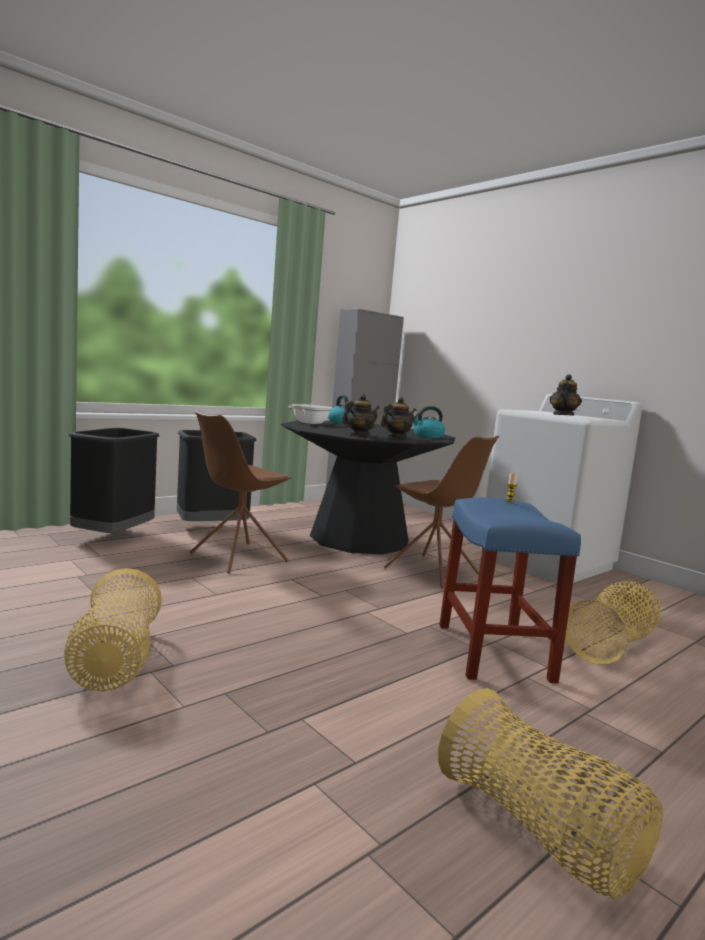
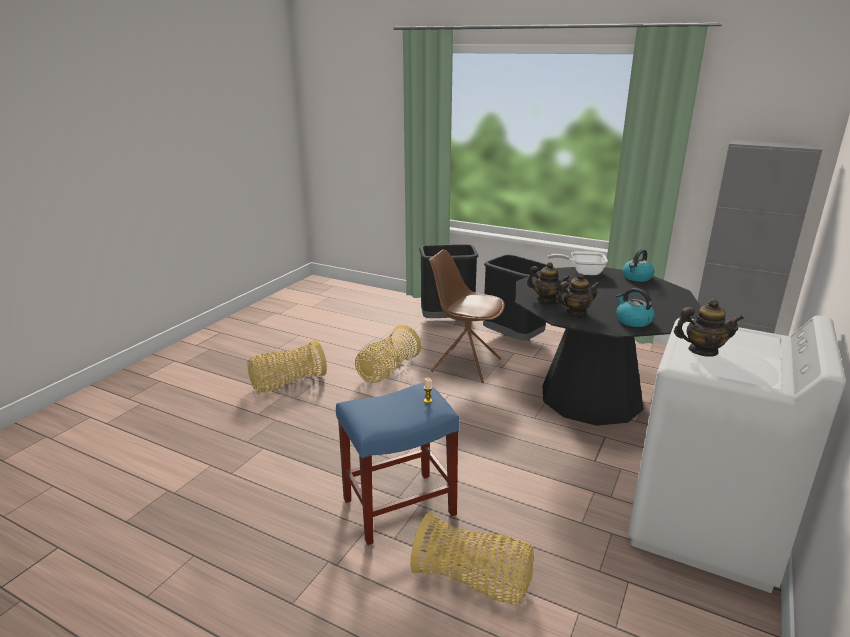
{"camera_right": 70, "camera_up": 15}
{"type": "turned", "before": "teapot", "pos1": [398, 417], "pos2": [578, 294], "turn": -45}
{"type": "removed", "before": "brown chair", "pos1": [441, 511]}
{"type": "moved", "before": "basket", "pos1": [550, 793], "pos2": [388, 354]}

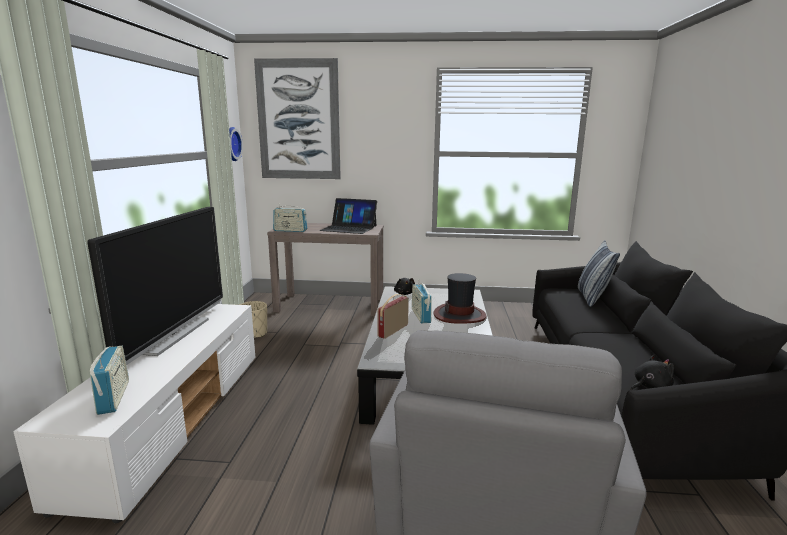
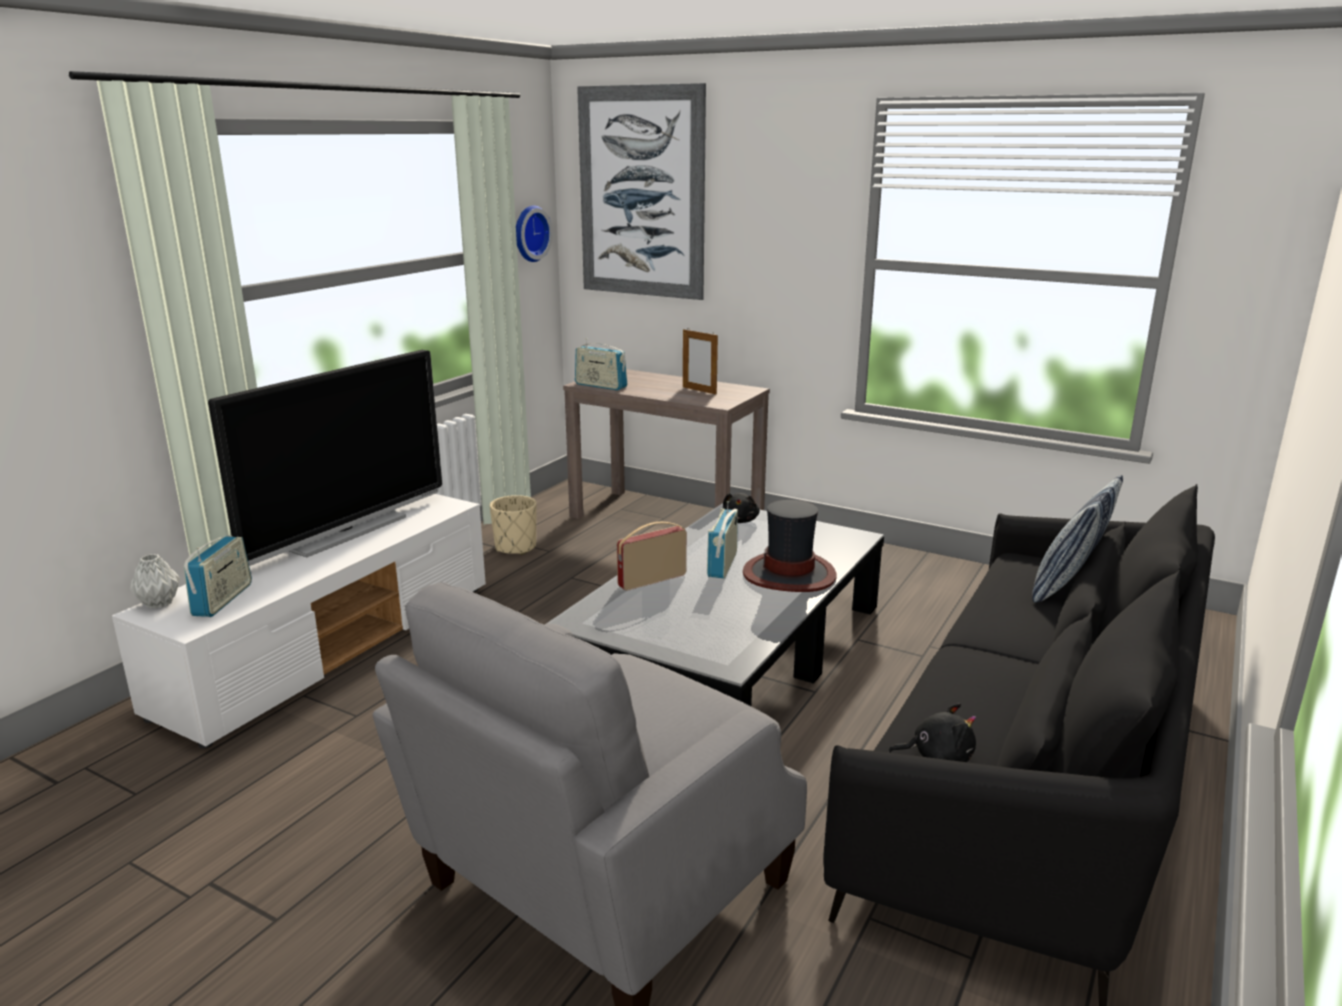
{"camera_right": 25, "camera_up": 5}
{"type": "replaced", "before": "laptop", "after": "picture frame", "pos1": [348, 216], "pos2": [700, 362]}
{"type": "added", "after": "grey vase", "pos2": [155, 581]}

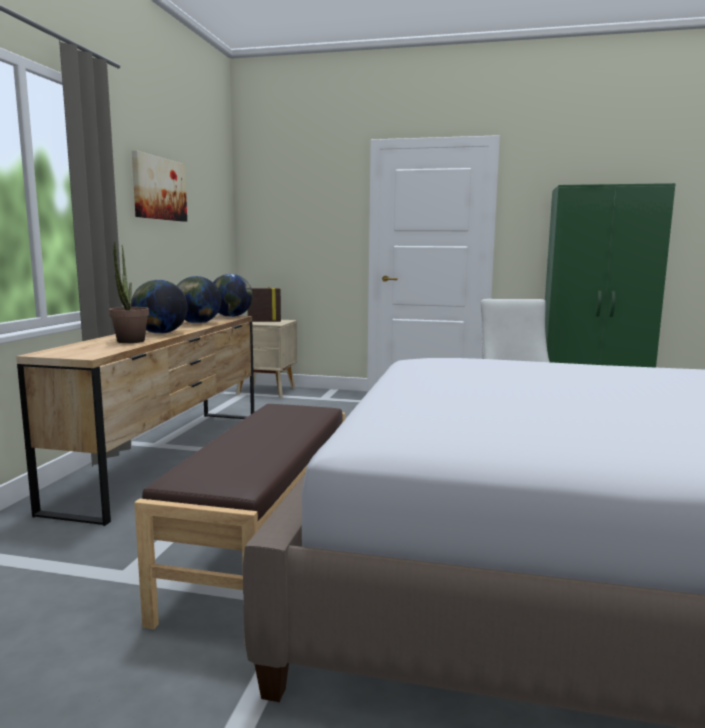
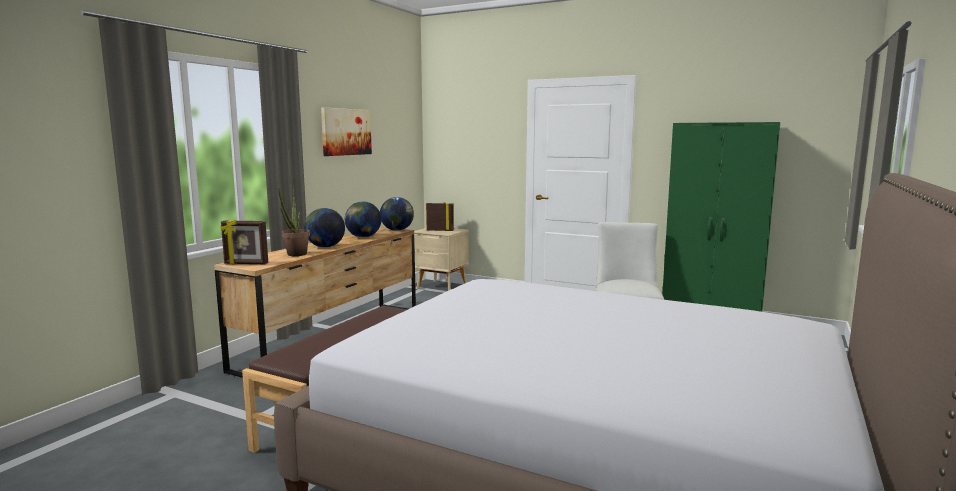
{"camera_right": 15, "camera_up": 0}
{"type": "added", "after": "picture frame", "pos2": [244, 242]}

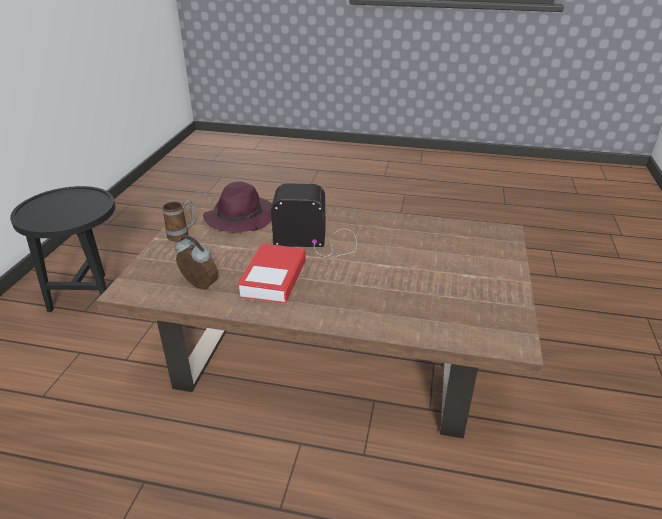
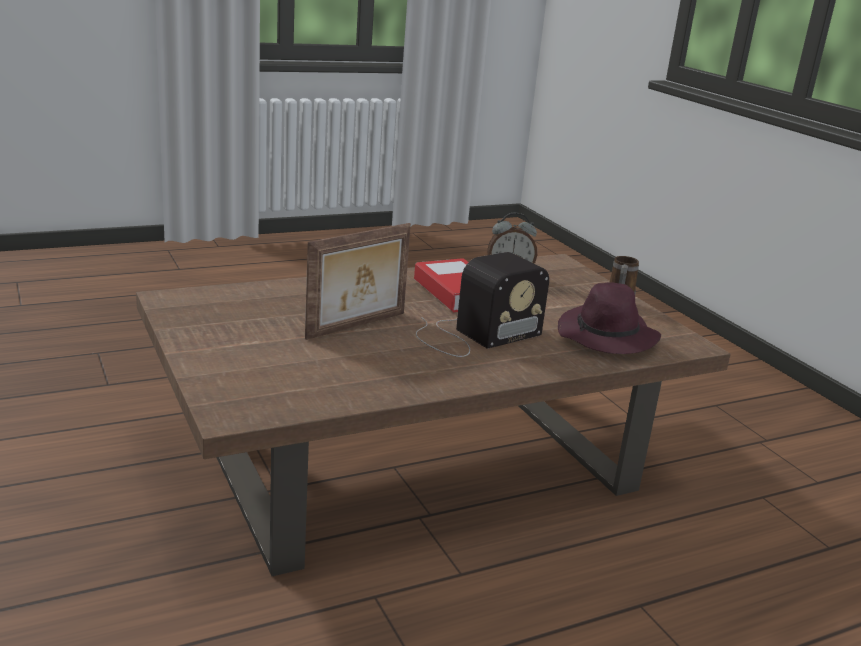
{"camera_right": 140, "camera_up": -10}
{"type": "removed", "before": "black side table", "pos1": [62, 249]}
{"type": "added", "after": "picture frame", "pos2": [358, 281]}

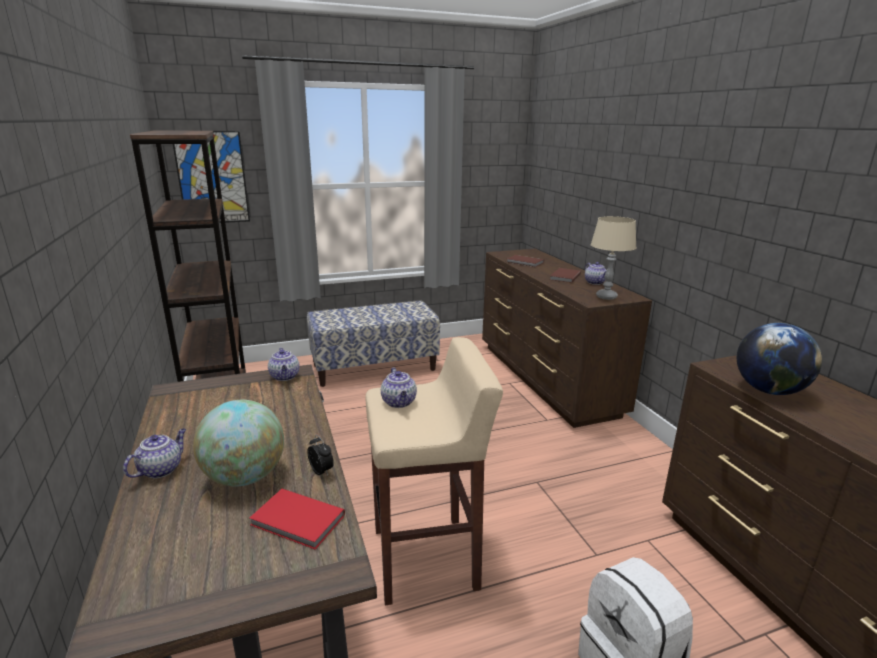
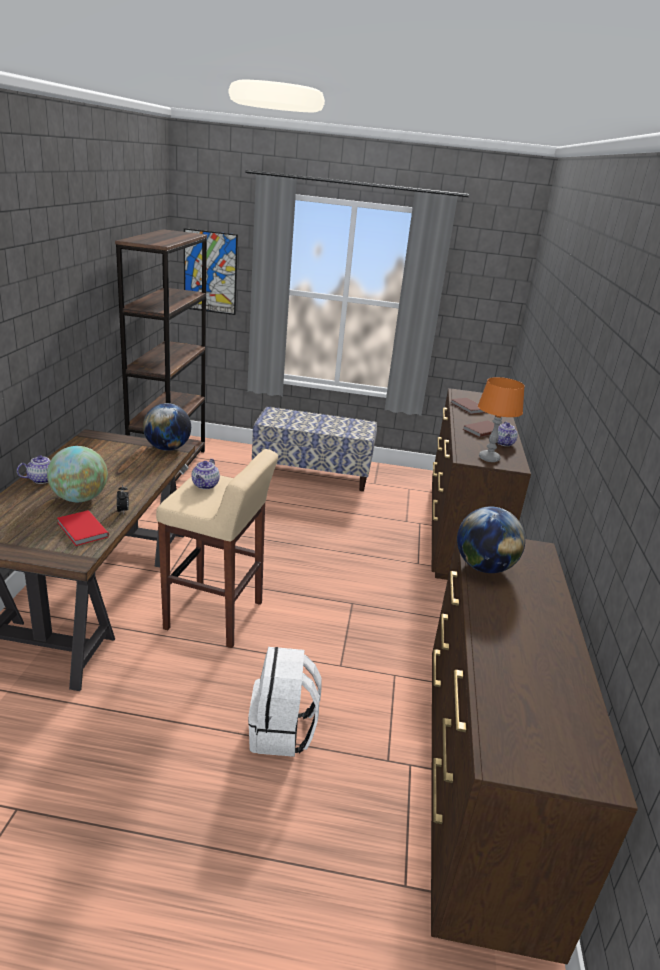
{"camera_right": 25, "camera_up": 5}
{"type": "replaced", "before": "teapot", "after": "globe", "pos1": [284, 364], "pos2": [167, 427]}
{"type": "recoloured", "before": "beige table lamp", "after": "orange table lamp", "pos1": [614, 258], "pos2": [501, 419]}

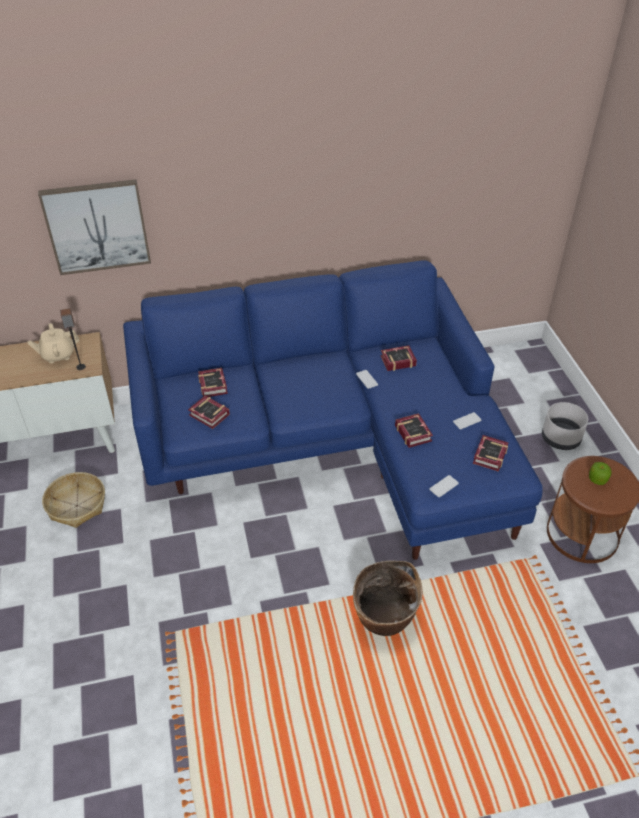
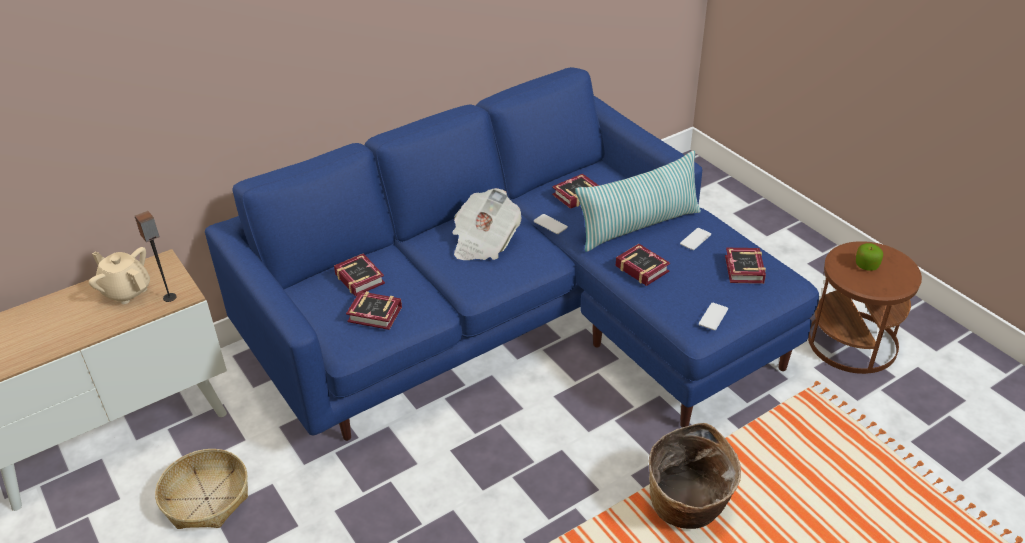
{"camera_right": -20, "camera_up": -5}
{"type": "turned", "before": "beige teapot", "pos1": [53, 343], "pos2": [119, 275], "turn": 75}
{"type": "removed", "before": "picture", "pos1": [94, 227]}
{"type": "removed", "before": "grey planter", "pos1": [565, 426]}
{"type": "added", "after": "newspaper", "pos2": [487, 224]}
{"type": "added", "after": "pillow", "pos2": [638, 201]}

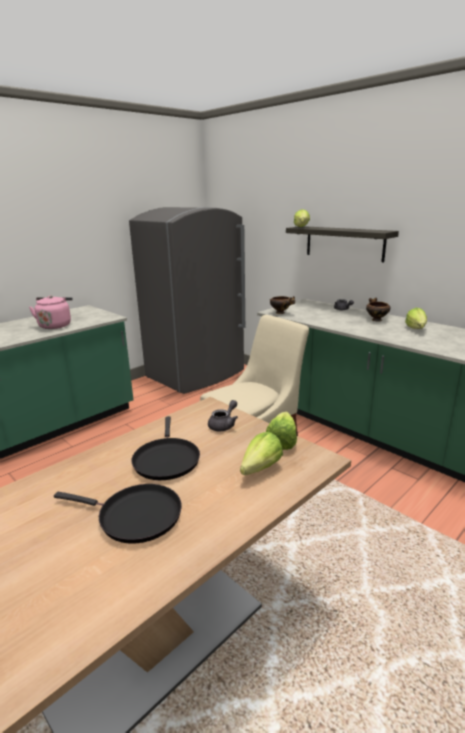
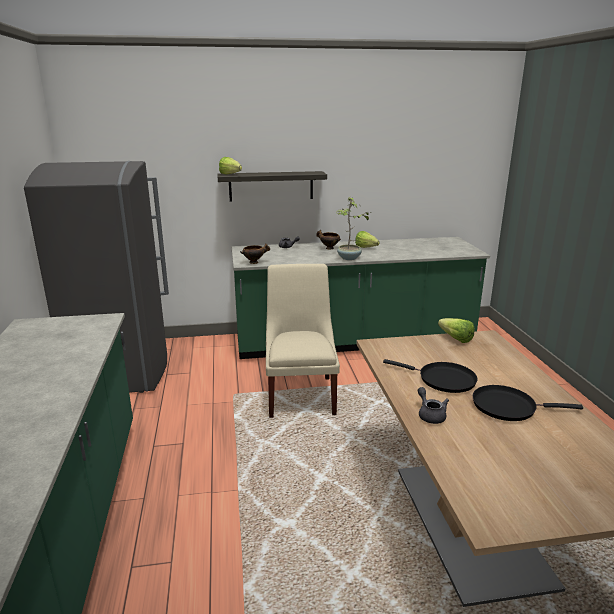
{"camera_right": -55, "camera_up": 0}
{"type": "removed", "before": "pink kettle", "pos1": [51, 312]}
{"type": "turned", "before": "black frying pan", "pos1": [118, 513], "pos2": [528, 403], "turn": -135}
{"type": "moved", "before": "grey teapot", "pos1": [223, 415], "pos2": [433, 405]}
{"type": "removed", "before": "lettuce", "pos1": [261, 453]}
{"type": "added", "after": "potted plant", "pos2": [352, 228]}

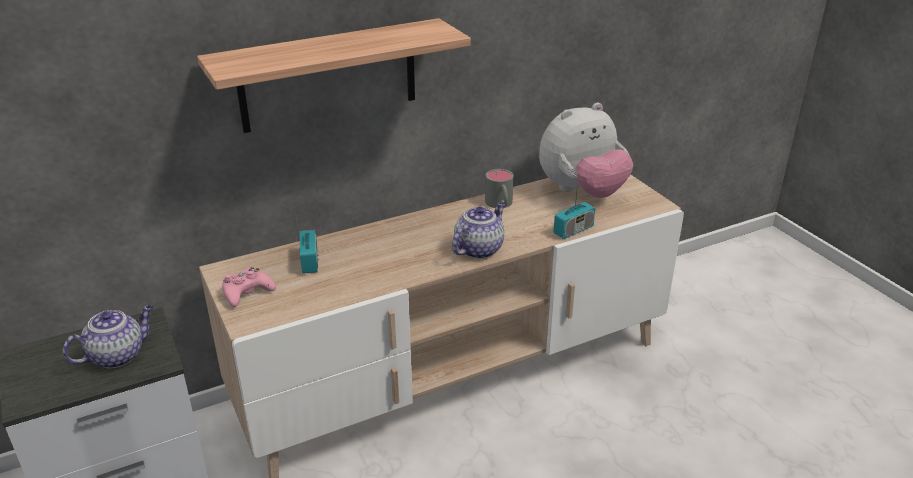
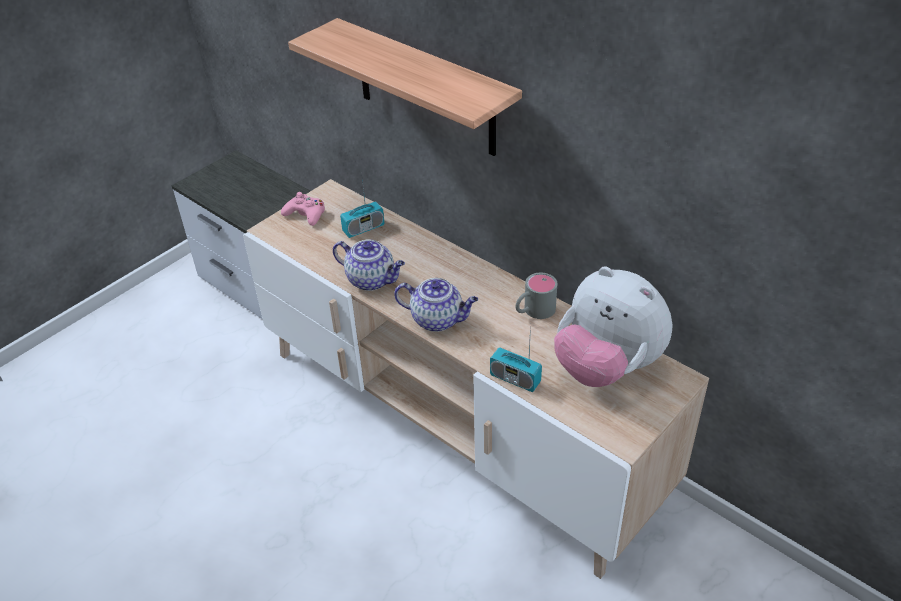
{"camera_right": 70, "camera_up": 10}
{"type": "moved", "before": "teapot", "pos1": [108, 336], "pos2": [369, 265]}

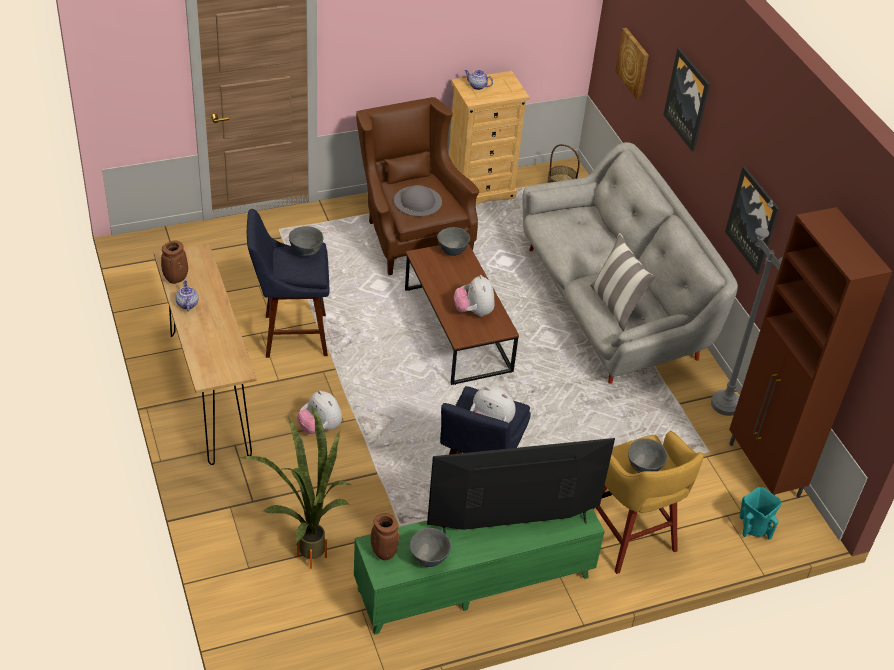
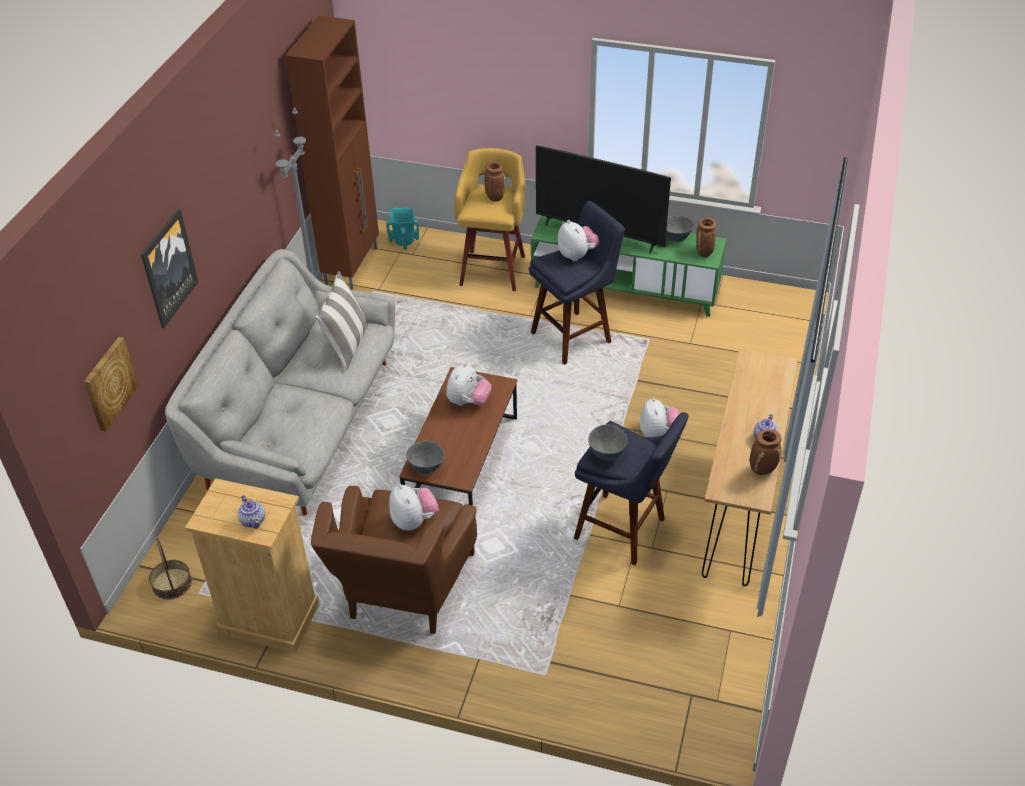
{"camera_right": -140, "camera_up": 0}
{"type": "removed", "before": "potted plant", "pos1": [295, 487]}
{"type": "replaced", "before": "grey hat", "after": "plush toy", "pos1": [418, 201], "pos2": [414, 507]}
{"type": "replaced", "before": "grey bowl", "after": "brown vase", "pos1": [647, 455], "pos2": [494, 182]}
{"type": "removed", "before": "picture", "pos1": [752, 220]}

